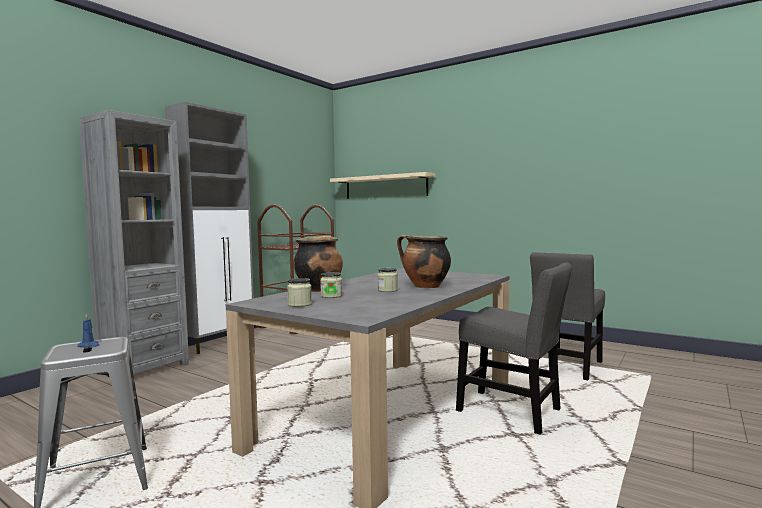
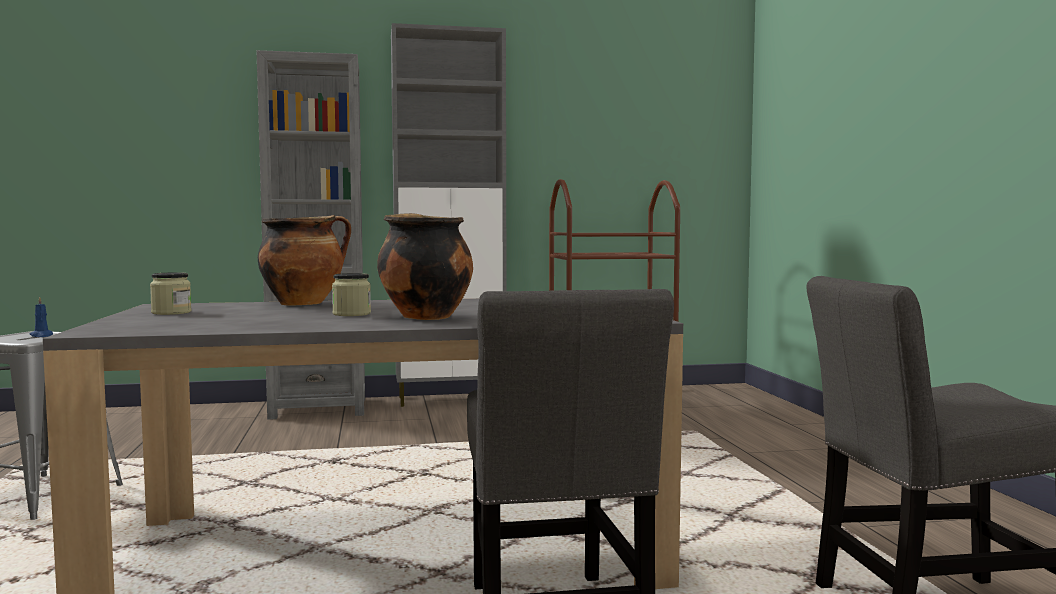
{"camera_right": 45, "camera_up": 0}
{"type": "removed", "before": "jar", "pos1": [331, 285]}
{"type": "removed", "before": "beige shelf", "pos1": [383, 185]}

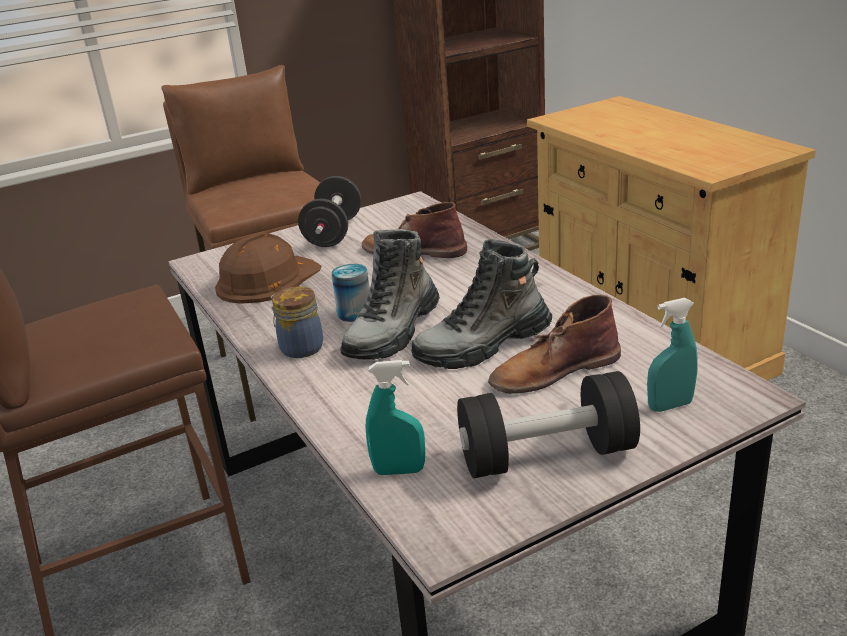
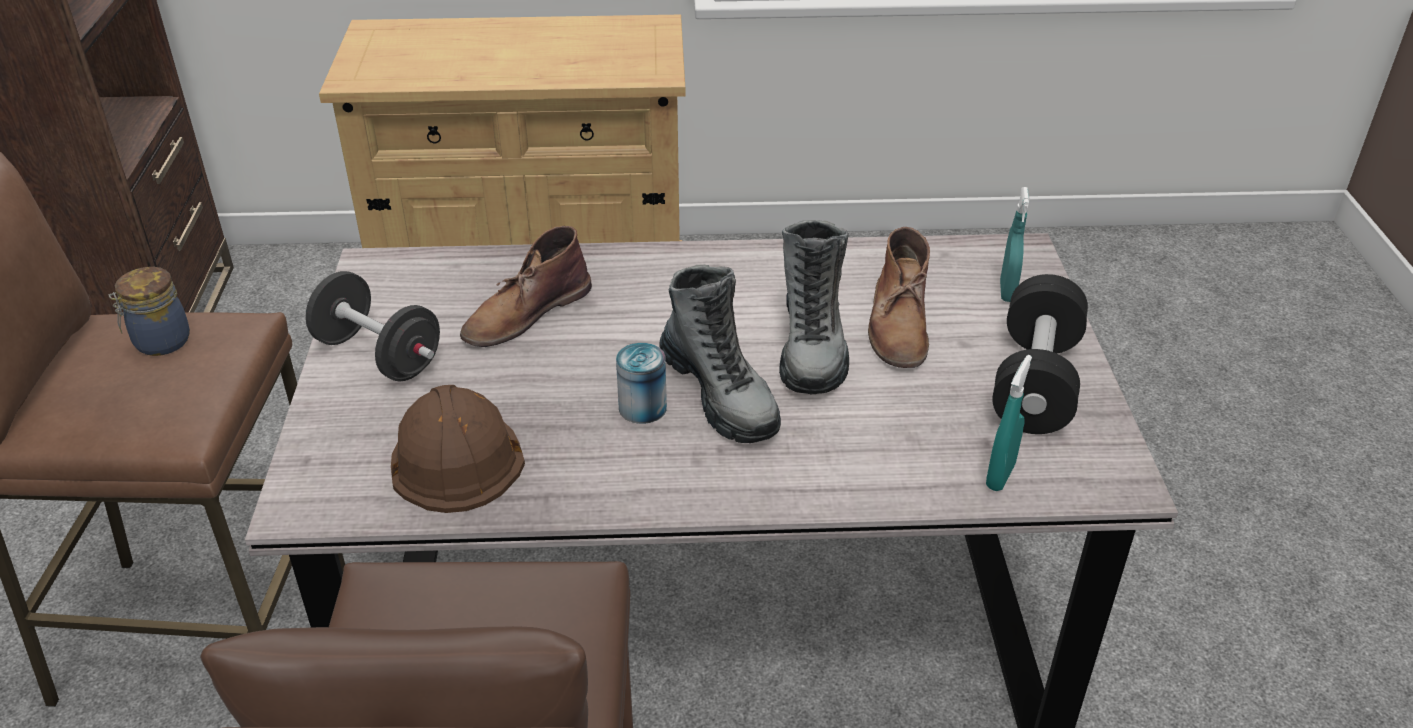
{"camera_right": -65, "camera_up": 10}
{"type": "moved", "before": "jar", "pos1": [296, 322], "pos2": [149, 311]}

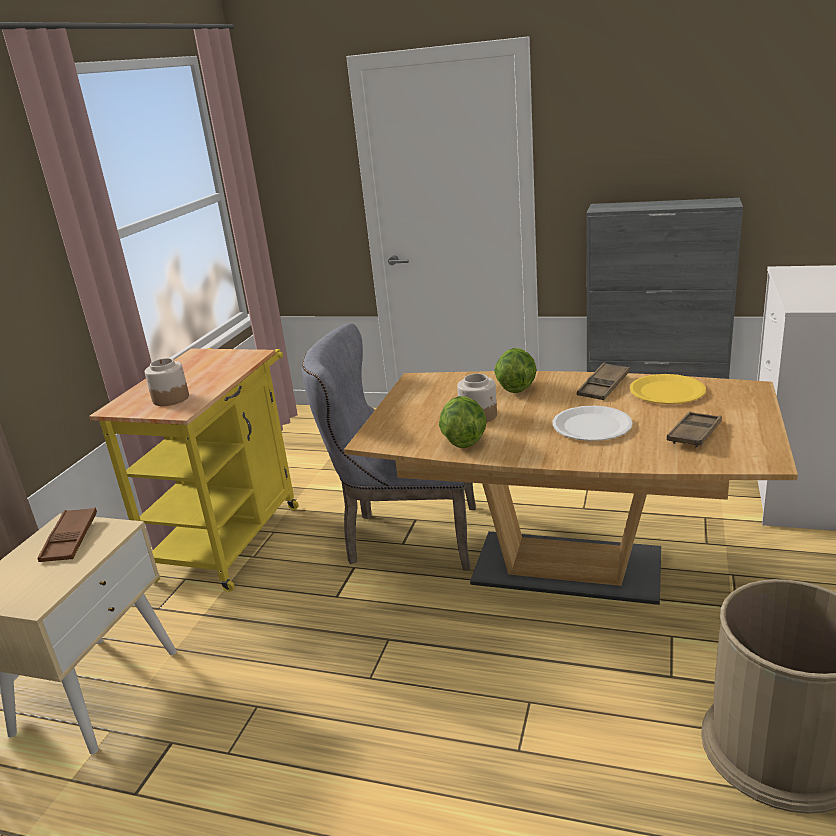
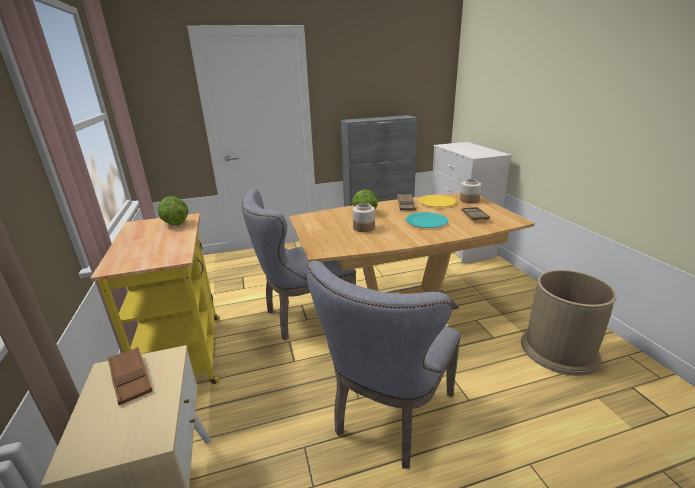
{"camera_right": -35, "camera_up": 0}
{"type": "moved", "before": "jar", "pos1": [167, 382], "pos2": [470, 191]}
{"type": "moved", "before": "lettuce", "pos1": [463, 422], "pos2": [173, 210]}
{"type": "recoloured", "before": "white plate", "after": "turquoise plate", "pos1": [592, 423], "pos2": [427, 220]}
{"type": "added", "after": "grey chair", "pos2": [384, 364]}

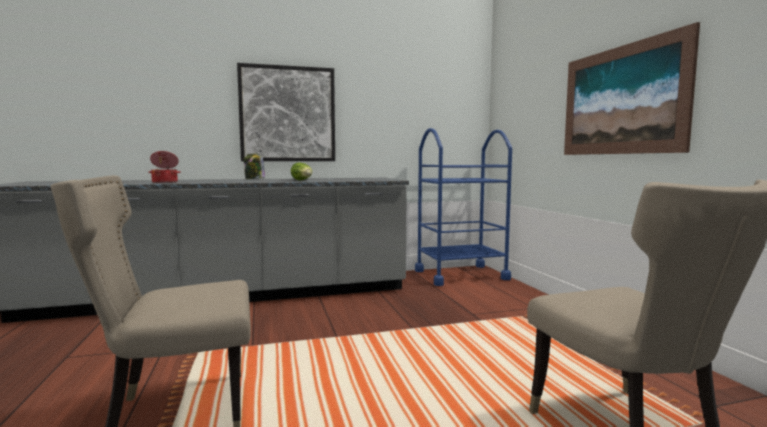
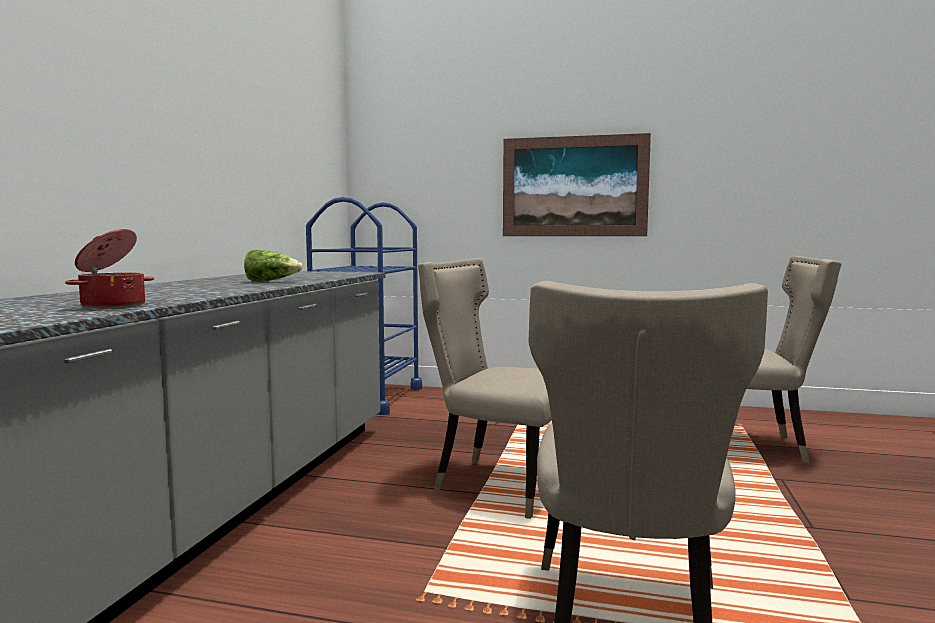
{"camera_right": -60, "camera_up": 0}
{"type": "removed", "before": "picture", "pos1": [286, 112]}
{"type": "removed", "before": "jar", "pos1": [254, 166]}
{"type": "added", "after": "beige chair", "pos2": [485, 388]}

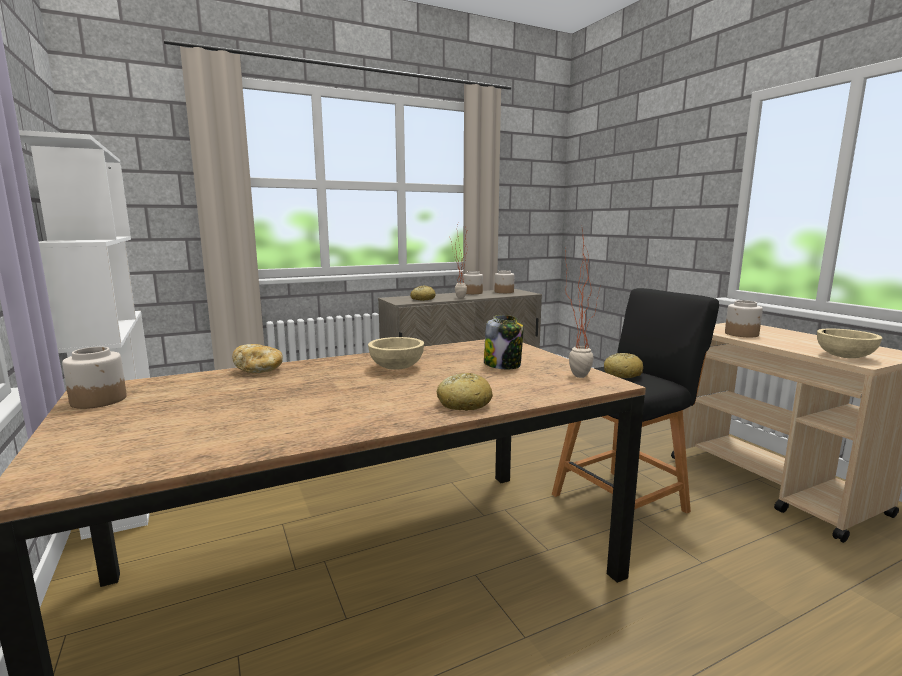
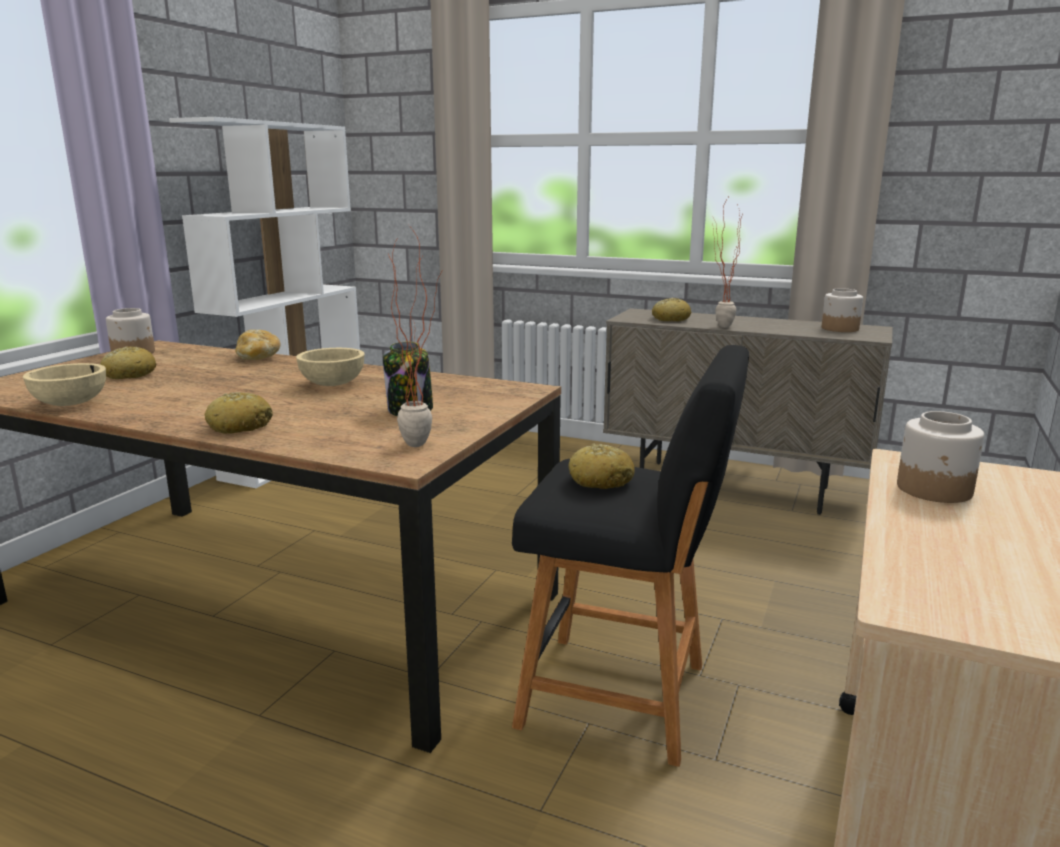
{"camera_right": 50, "camera_up": 5}
{"type": "removed", "before": "jar", "pos1": [473, 282]}
{"type": "moved", "before": "beige bowl", "pos1": [849, 343], "pos2": [64, 384]}
{"type": "added", "after": "bread", "pos2": [128, 362]}

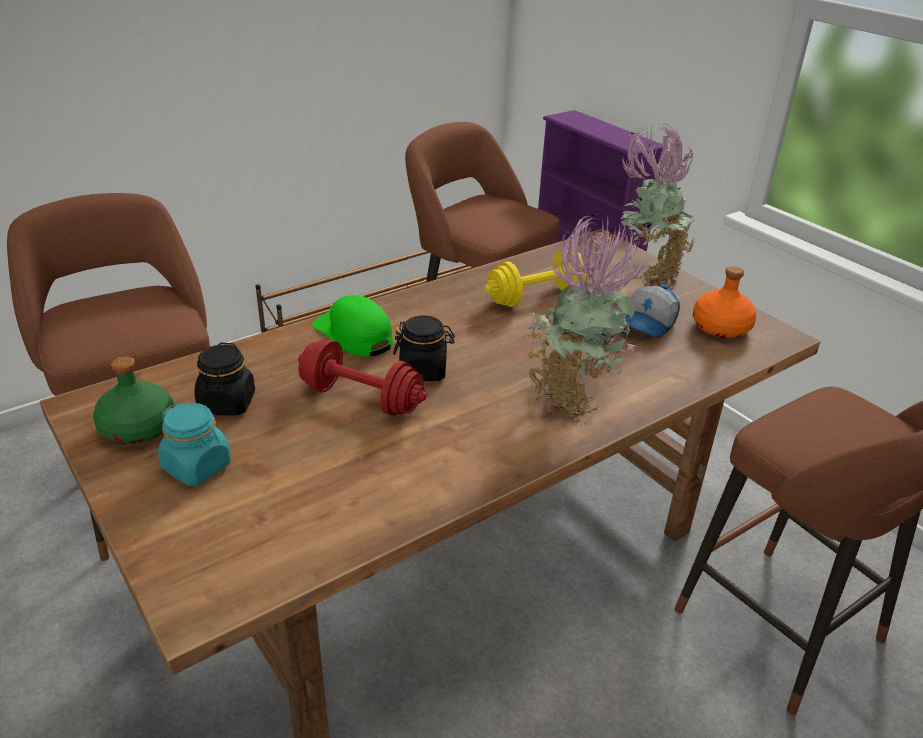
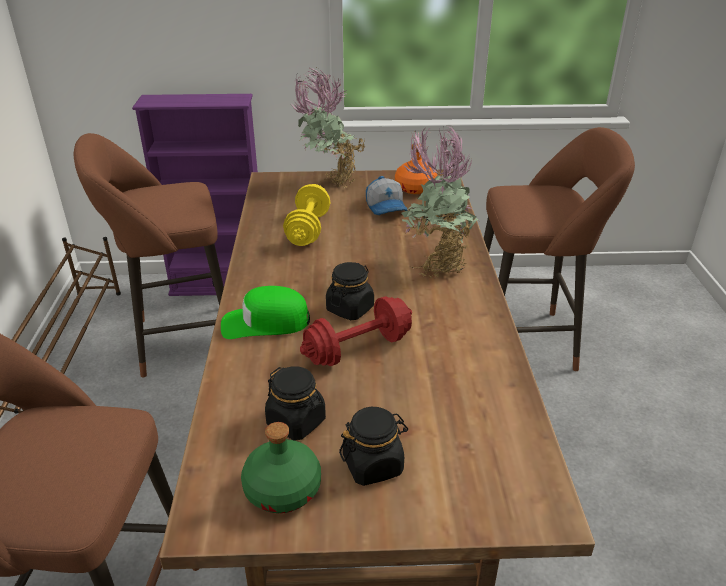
{"camera_right": -55, "camera_up": 0}
{"type": "recoloured", "before": "turquoise jar", "after": "black jar", "pos1": [194, 444], "pos2": [373, 446]}

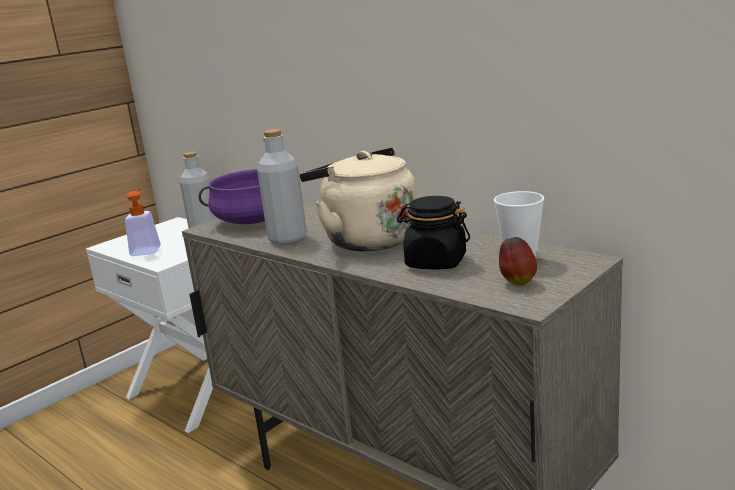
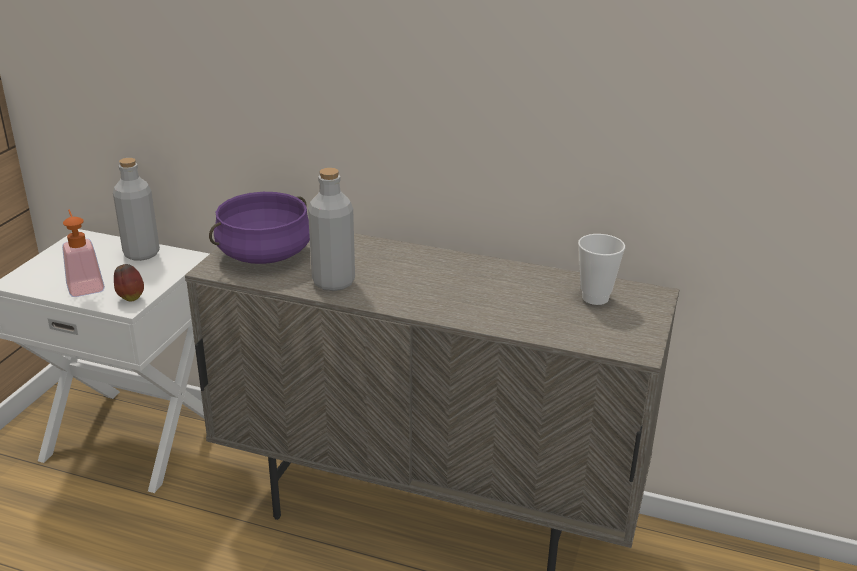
{"camera_right": -25, "camera_up": 10}
{"type": "removed", "before": "beige kettle", "pos1": [357, 199]}
{"type": "removed", "before": "black jar", "pos1": [433, 232]}
{"type": "moved", "before": "apple", "pos1": [518, 261], "pos2": [129, 282]}

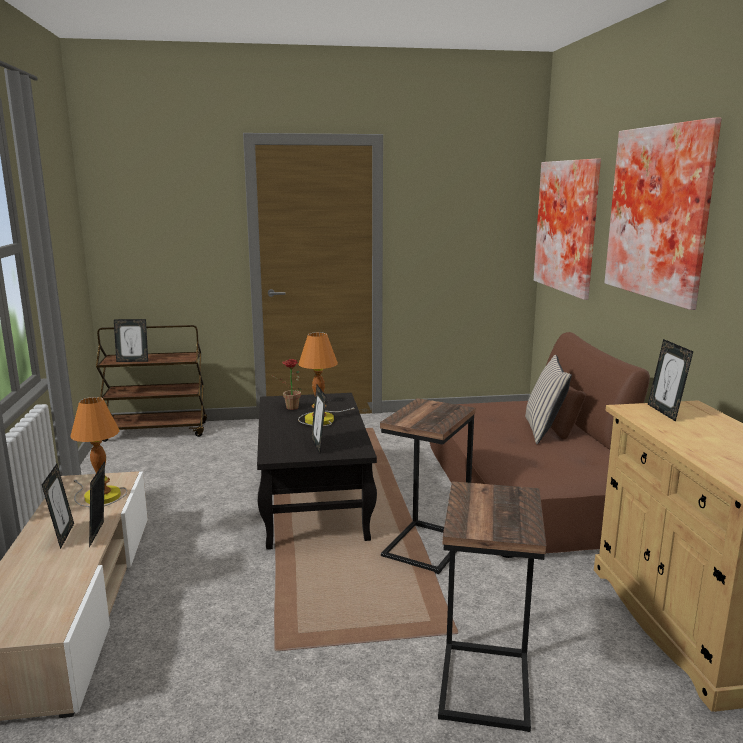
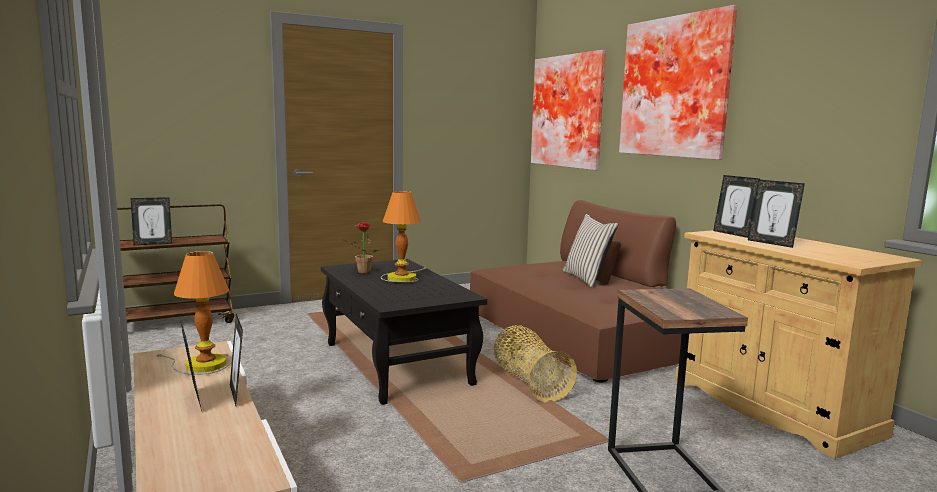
{"camera_right": -20, "camera_up": -5}
{"type": "moved", "before": "picture frame", "pos1": [318, 419], "pos2": [776, 213]}
{"type": "replaced", "before": "side table", "after": "basket", "pos1": [427, 486], "pos2": [535, 364]}

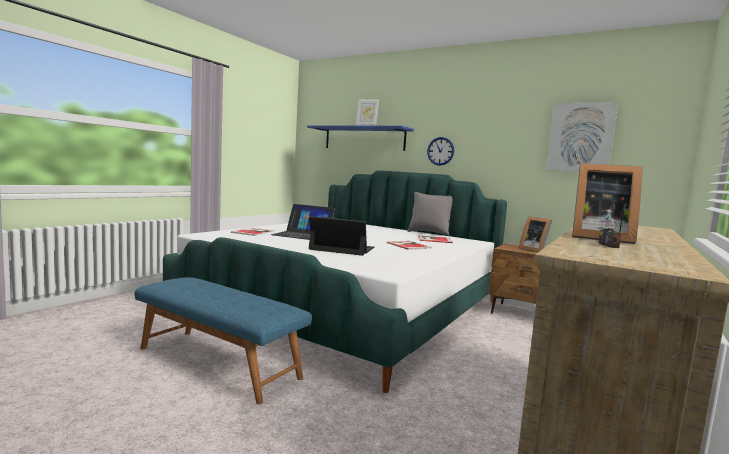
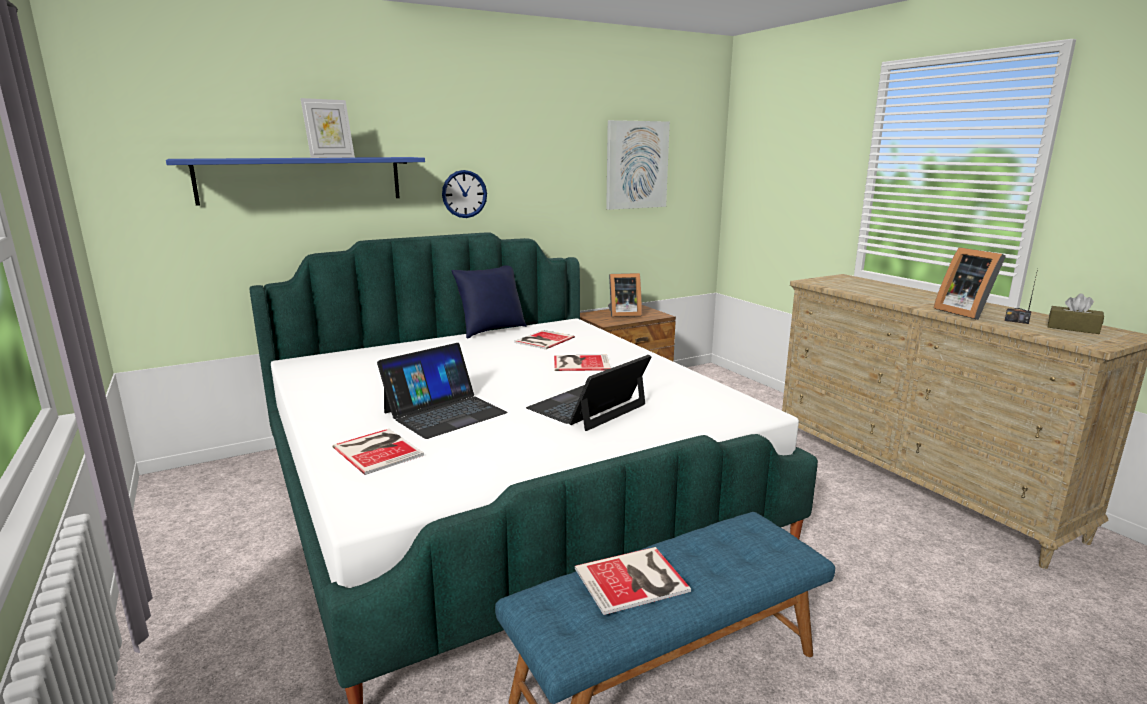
{"camera_right": -60, "camera_up": 10}
{"type": "recoloured", "before": "grey pillow", "after": "blue pillow", "pos1": [430, 214], "pos2": [489, 301]}
{"type": "turned", "before": "picture frame", "pos1": [607, 203], "pos2": [970, 283], "turn": 105}
{"type": "added", "after": "book", "pos2": [633, 581]}
{"type": "added", "after": "brown tissue box", "pos2": [1076, 313]}

